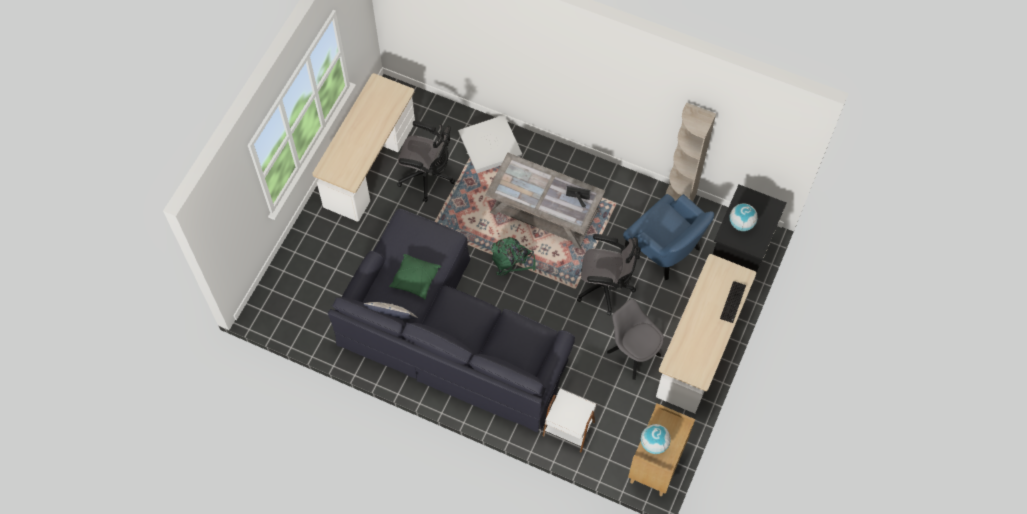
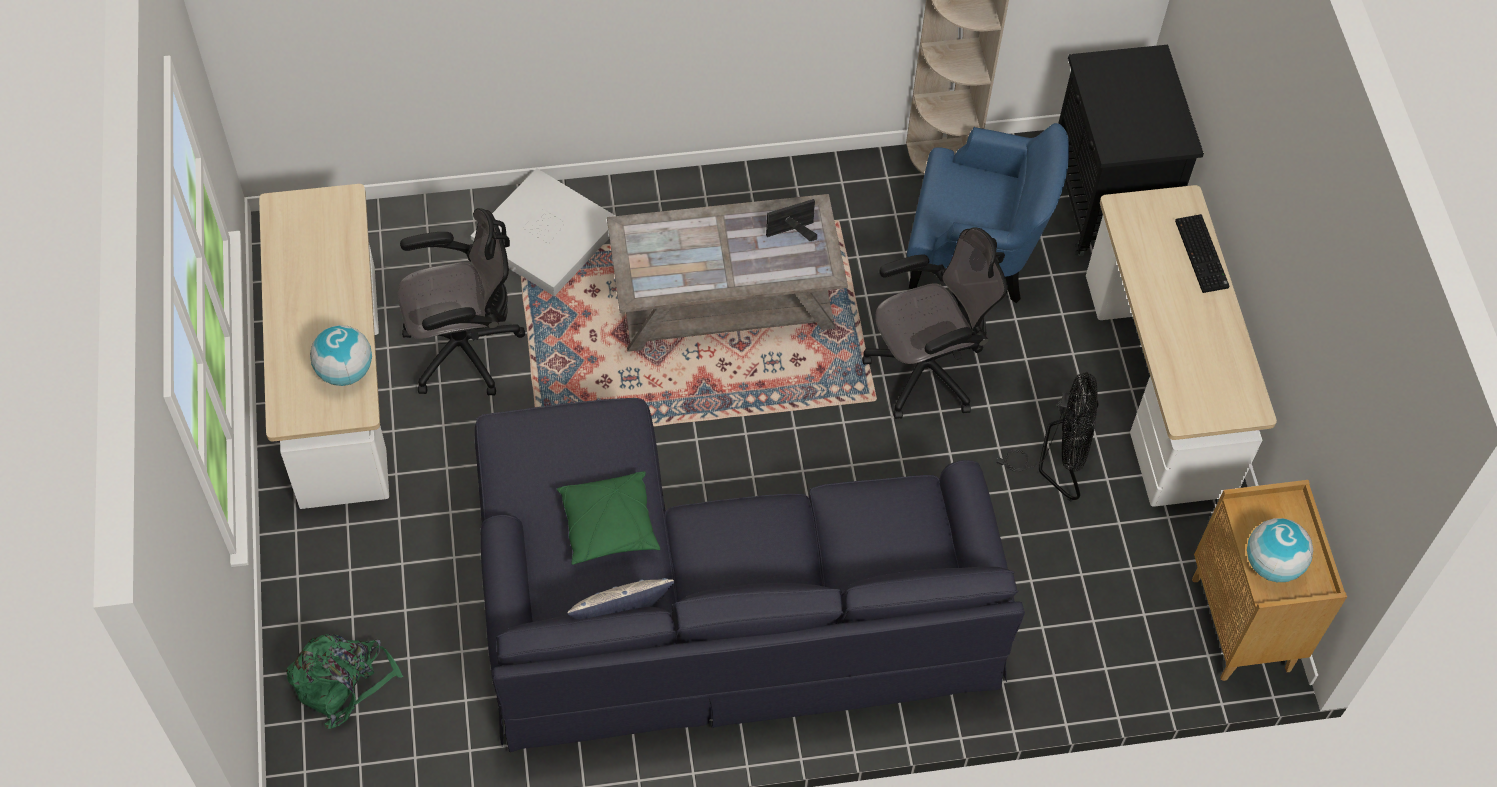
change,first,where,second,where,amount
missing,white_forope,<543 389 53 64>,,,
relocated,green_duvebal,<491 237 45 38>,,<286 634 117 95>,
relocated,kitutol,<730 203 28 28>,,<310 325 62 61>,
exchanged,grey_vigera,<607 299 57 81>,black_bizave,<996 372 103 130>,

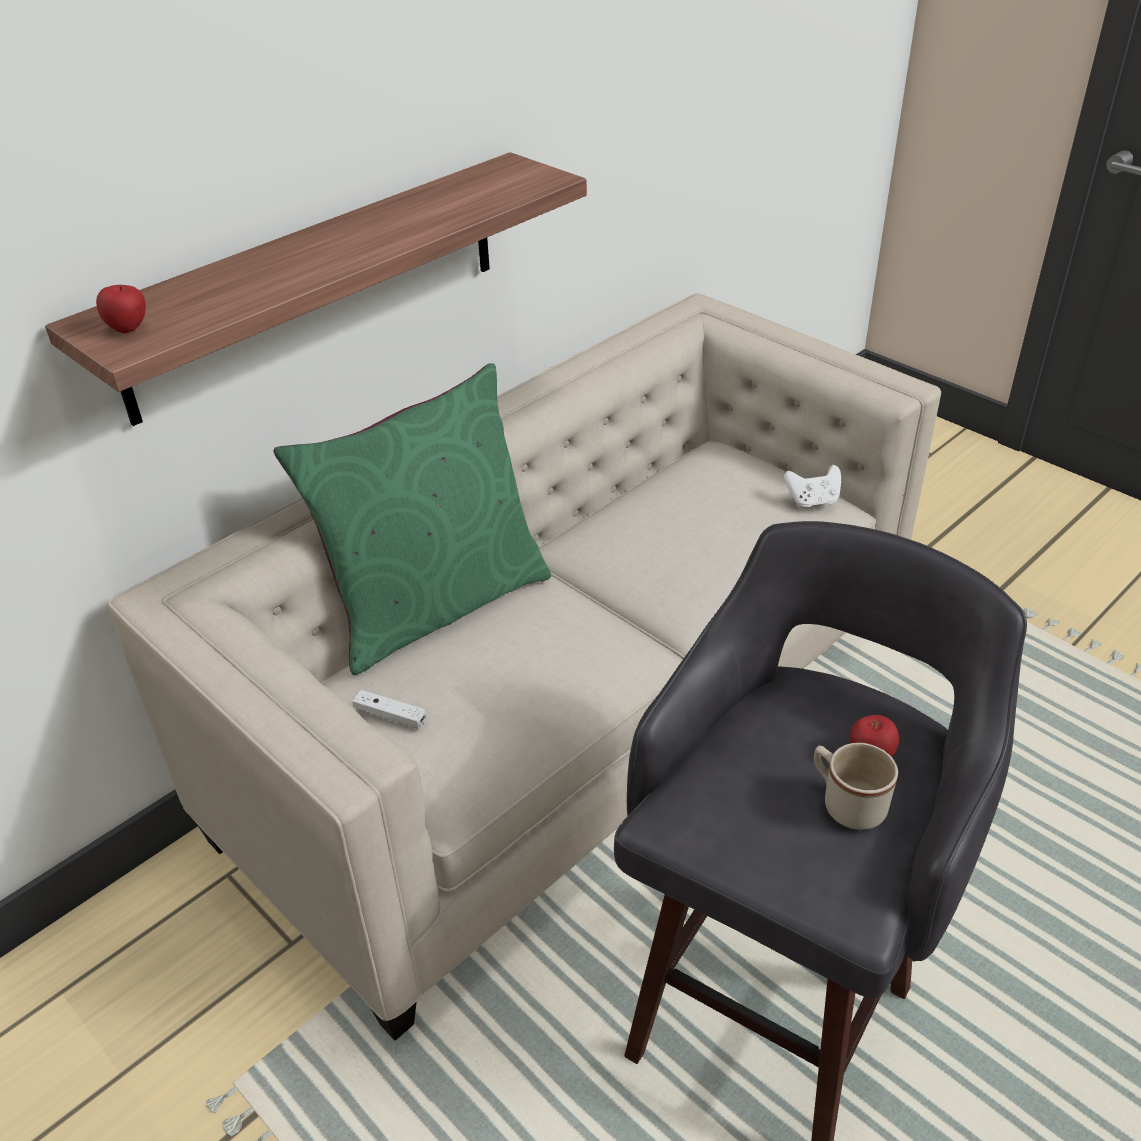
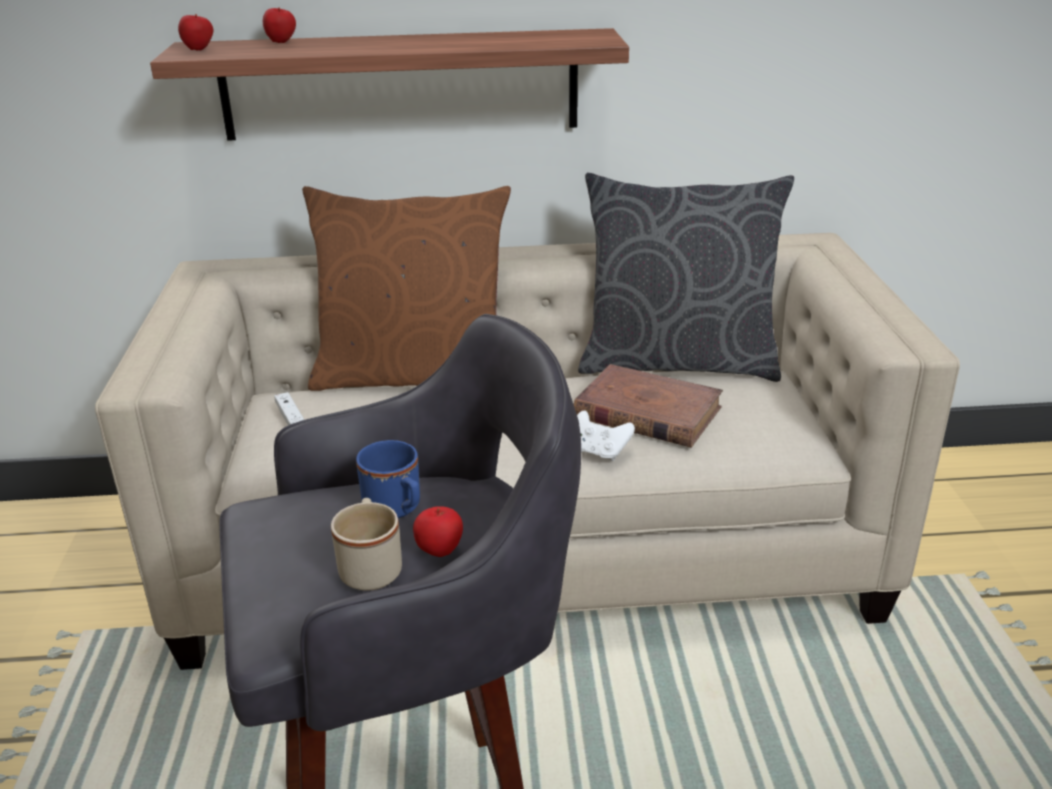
change,first,where,second,where,amount
appeared,,,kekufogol,<263 8 33 35>,
appeared,,,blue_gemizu,<356 440 64 78>,
appeared,,,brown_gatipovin,<574 364 149 84>,
appeared,,,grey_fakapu,<578 173 216 209>,
relocated,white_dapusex,<784 465 57 43>,,<577 410 58 51>,
colour,green_fakapu,<273 363 278 312>,brown_fakapu,<302 186 209 205>,

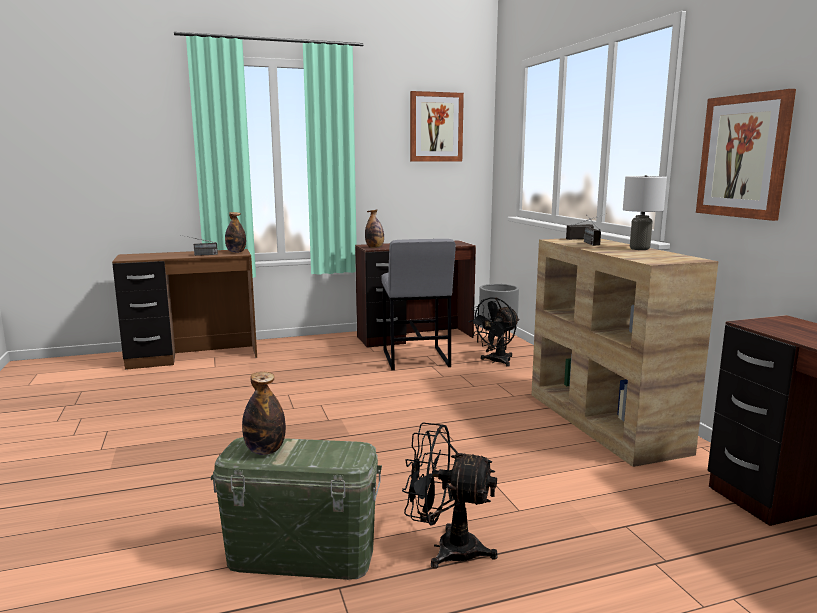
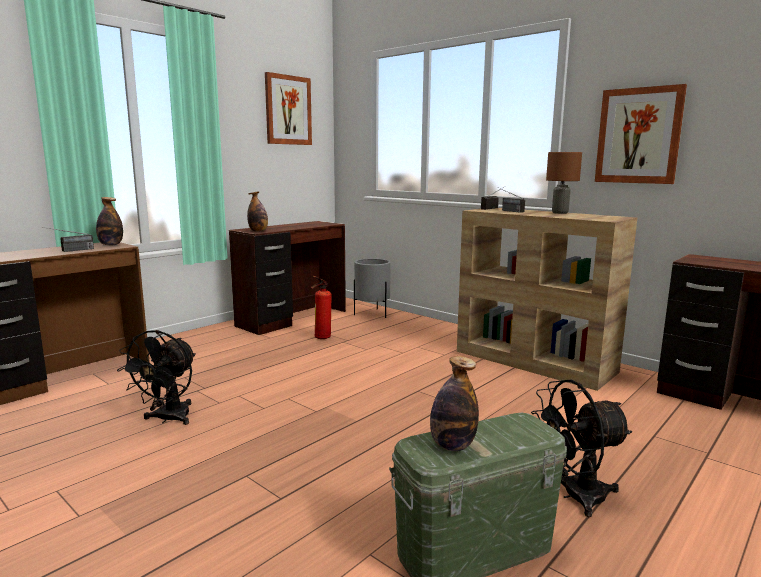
change,first,where,second,where,amount
relocated,black_bizave,<468 297 52 70>,,<117 330 79 95>,
exchanged,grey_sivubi,<381 239 75 131>,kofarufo,<311 276 21 63>,
colour,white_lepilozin,<623 175 44 75>,brown_lepilozin,<546 151 36 63>,

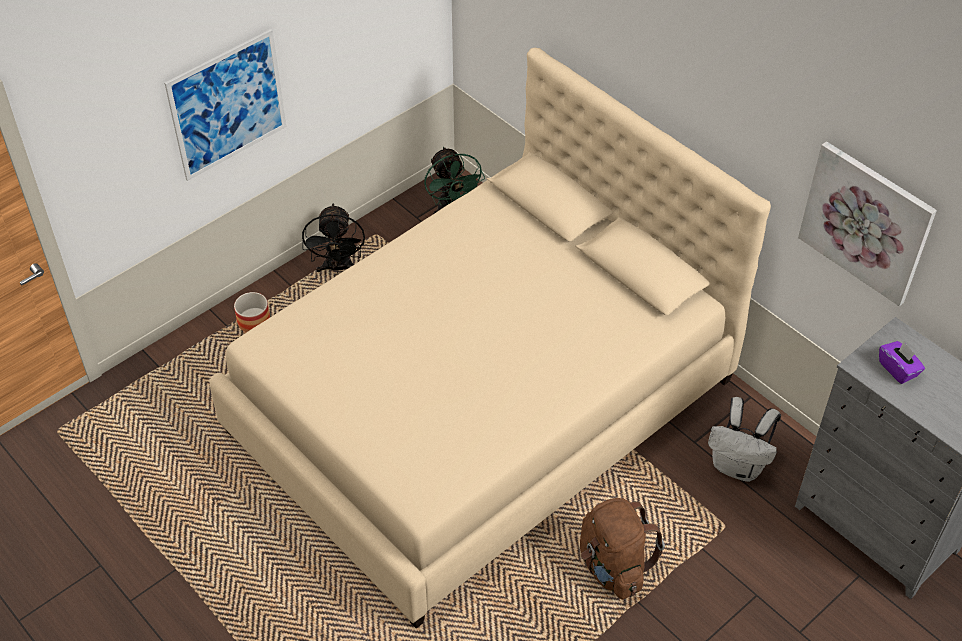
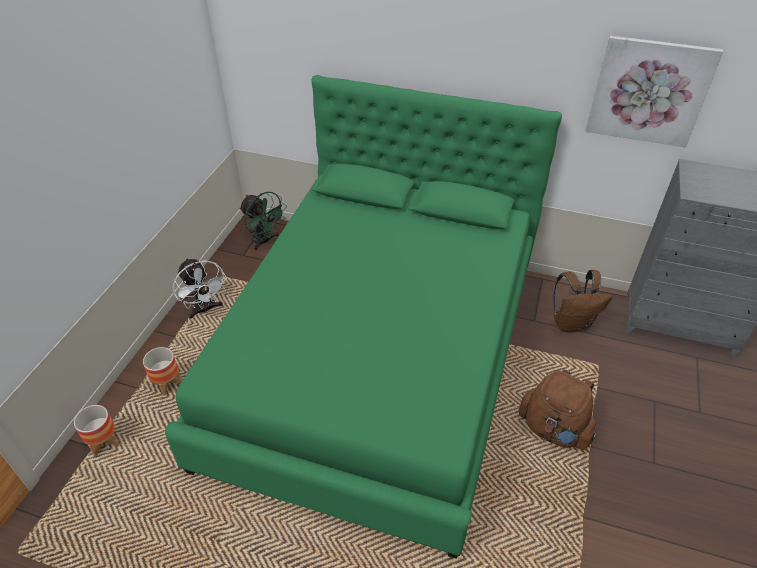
change,first,where,second,where,amount
missing,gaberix,<164 29 122 152>,,,
missing,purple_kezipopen,<879 341 46 43>,,,
appeared,,,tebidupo,<74 405 45 51>,
colour,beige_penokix,<209 48 562 580>,green_penokix,<165 75 397 484>,
colour,black_bizave,<302 203 63 71>,white_bizave,<173 258 54 61>,
colour,white_duvebal,<708 397 73 85>,brown_duvebal,<553 270 59 62>,

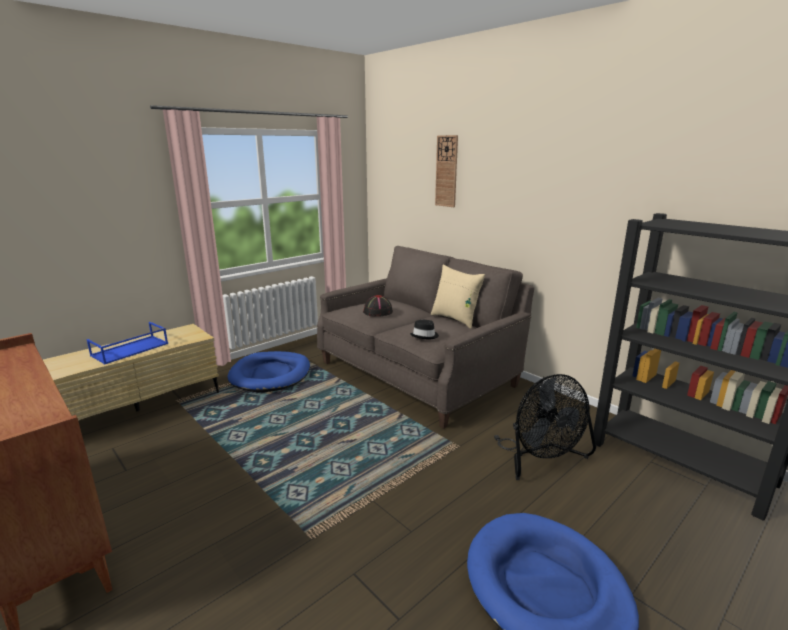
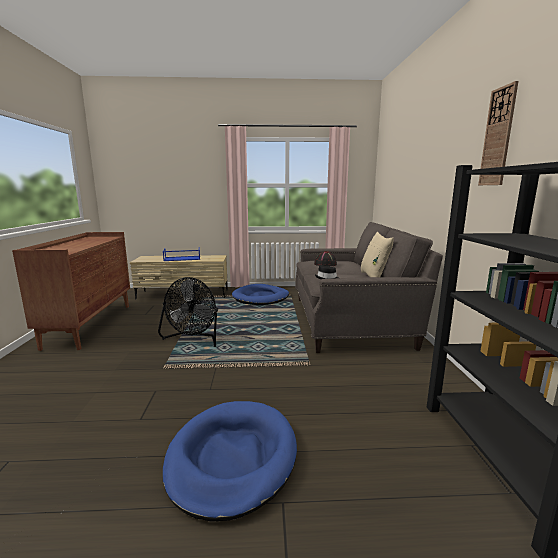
change,first,where,second,where,amount
relocated,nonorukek,<435 135 23 72>,,<478 81 40 104>,
relocated,black_bizave,<494 374 102 106>,,<158 277 60 70>,

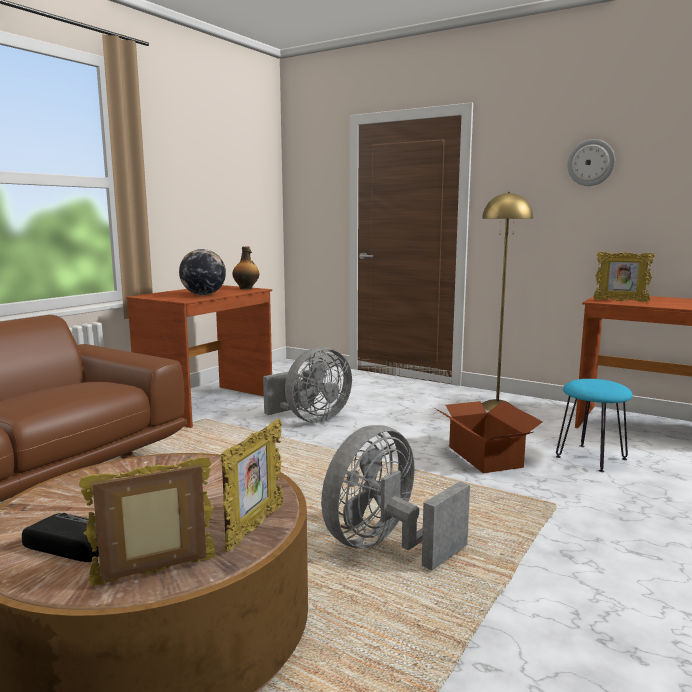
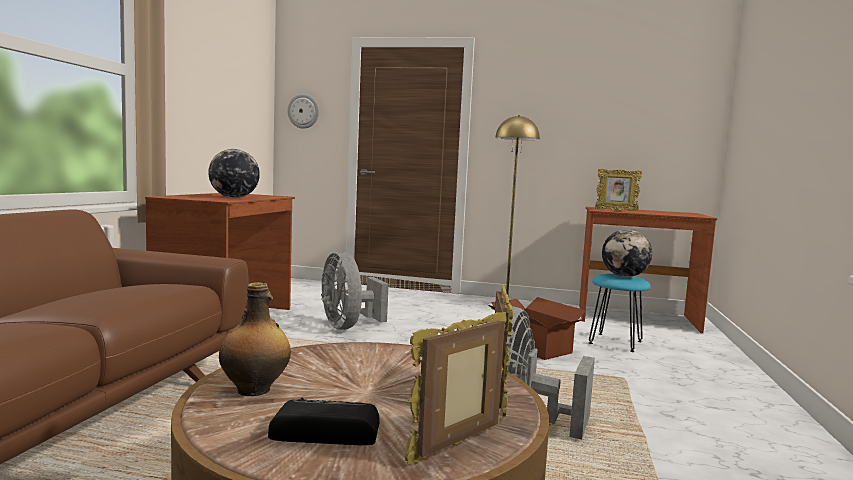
change,first,where,second,where,amount
appeared,,,kitutol,<602 229 50 48>,
relocated,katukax,<232 246 27 43>,,<219 282 72 114>,
relocated,nonorukek,<567 139 48 47>,,<288 94 31 35>,
spun,grey_bizave,<263 347 89 76>,,<321 251 68 79>,120 degrees clockwise

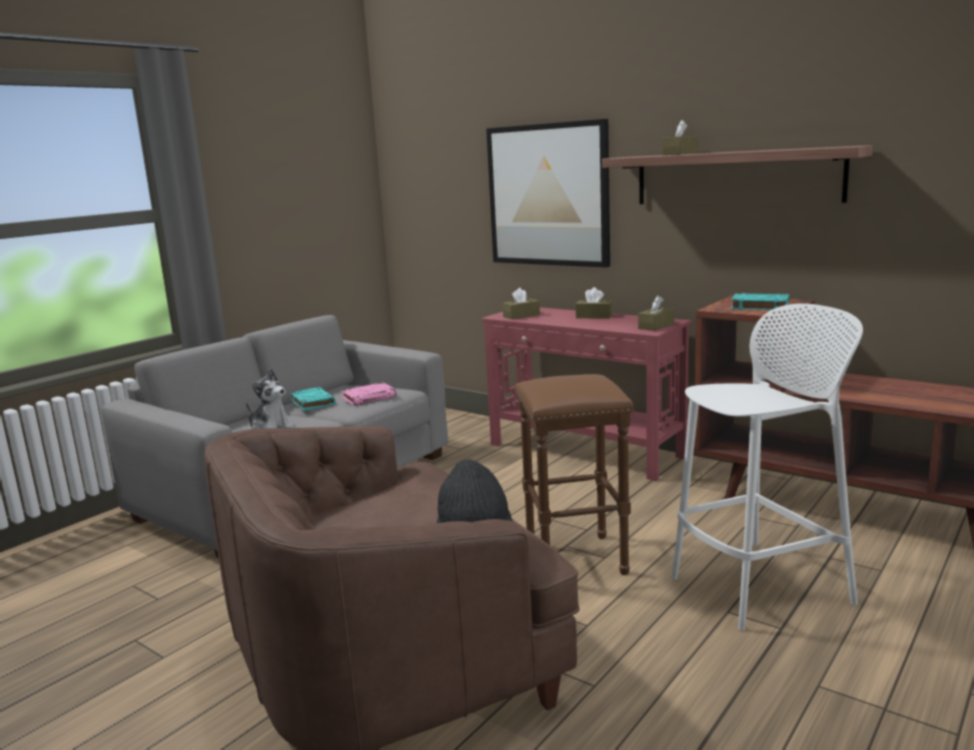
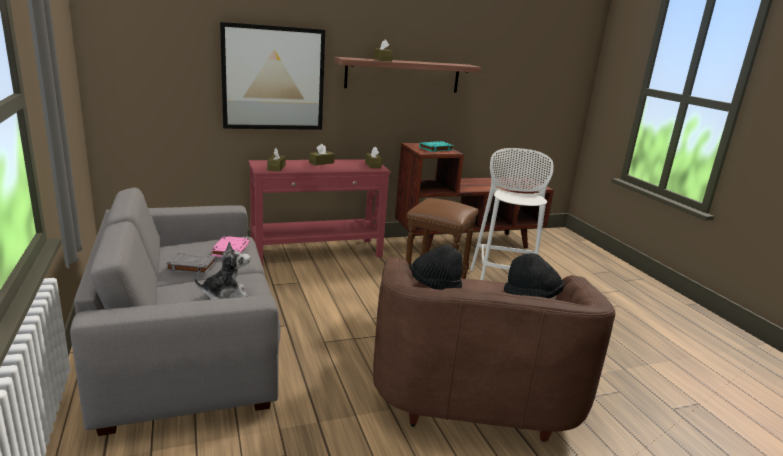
change,first,where,second,where,amount
appeared,,,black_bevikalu,<409 244 53 46>,
colour,turquoise_gatipovin,<290 387 46 24>,grey_gatipovin,<166 253 51 21>,

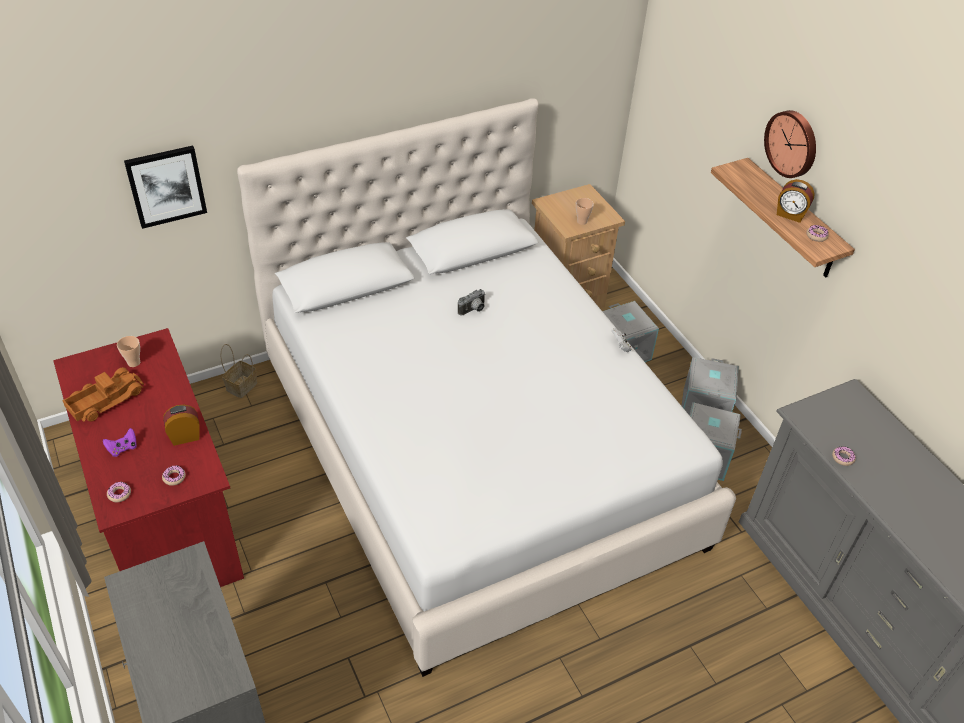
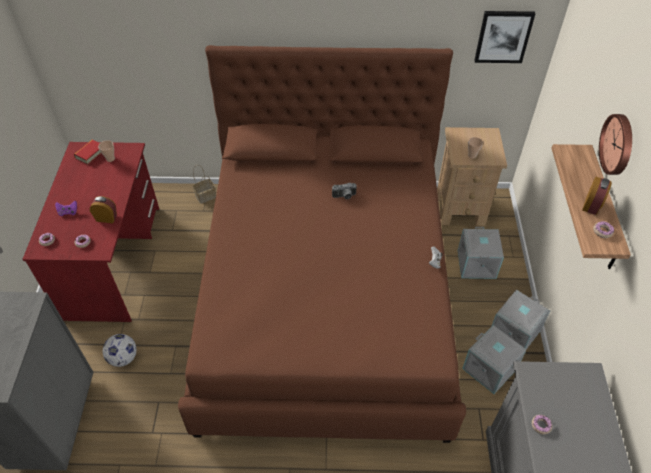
change,first,where,second,where,amount
missing,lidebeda,<62 367 82 55>,,,
appeared,,,gatipovin,<74 139 28 26>,
appeared,,,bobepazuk,<103 334 34 33>,
relocated,gaberix,<124 146 83 83>,,<474 11 61 52>,
colour,white_penokix,<237 98 499 579>,brown_penokix,<178 45 288 398>,
spun,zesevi,<777 179 38 44>,,<582 177 30 38>,120 degrees counterclockwise

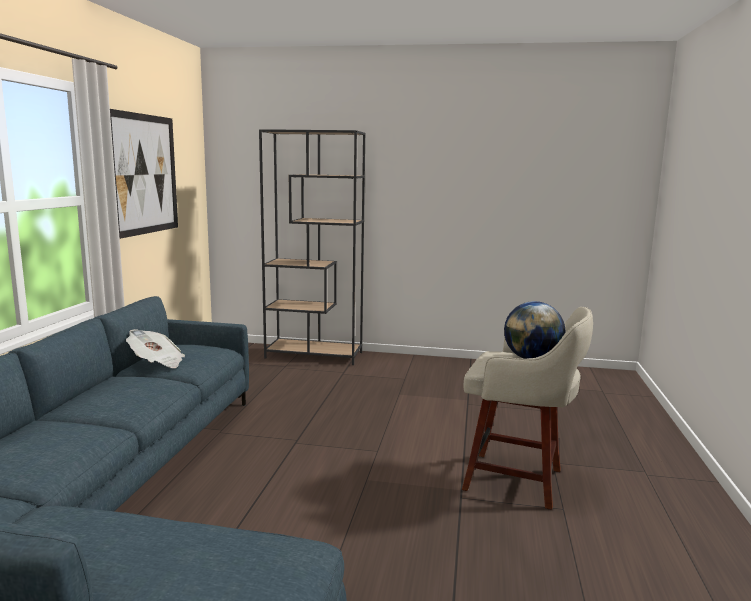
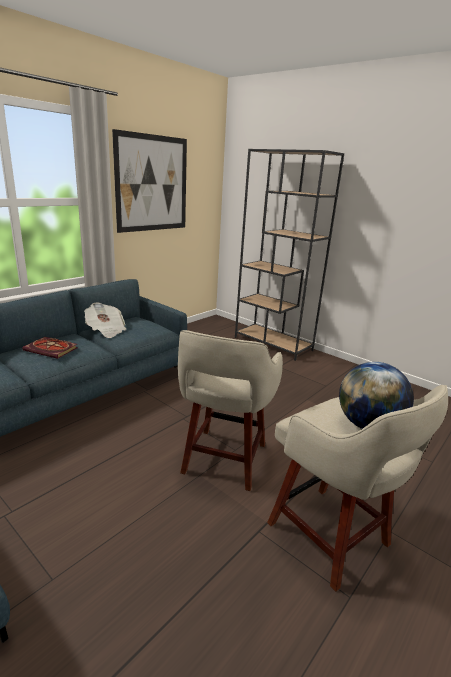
change,first,where,second,where,amount
appeared,,,gatipovin,<22 337 56 22>,
appeared,,,beige_sivubi,<178 330 105 161>,

